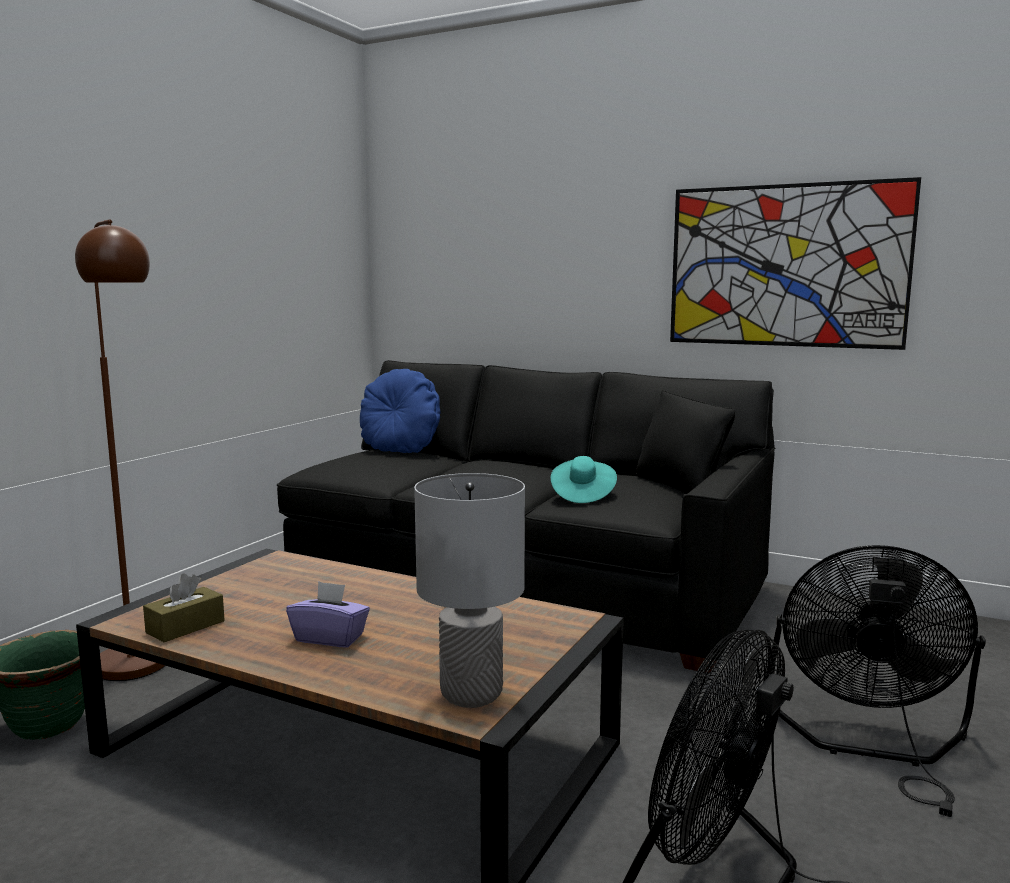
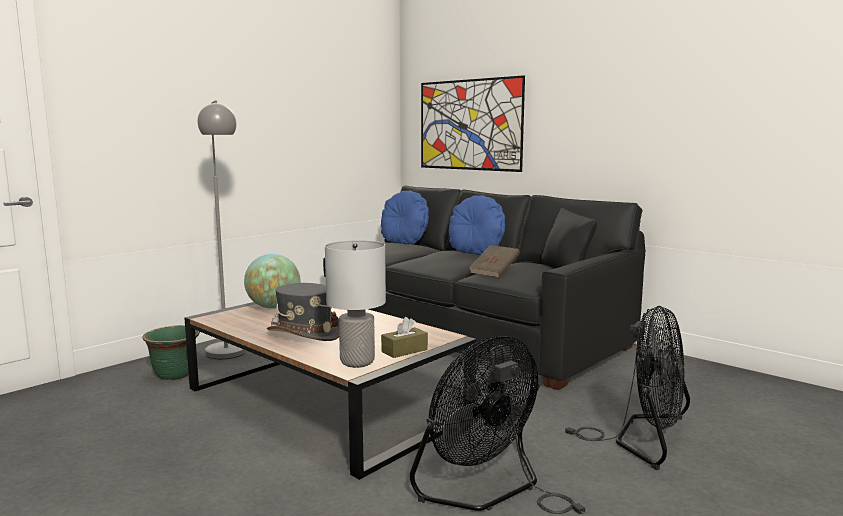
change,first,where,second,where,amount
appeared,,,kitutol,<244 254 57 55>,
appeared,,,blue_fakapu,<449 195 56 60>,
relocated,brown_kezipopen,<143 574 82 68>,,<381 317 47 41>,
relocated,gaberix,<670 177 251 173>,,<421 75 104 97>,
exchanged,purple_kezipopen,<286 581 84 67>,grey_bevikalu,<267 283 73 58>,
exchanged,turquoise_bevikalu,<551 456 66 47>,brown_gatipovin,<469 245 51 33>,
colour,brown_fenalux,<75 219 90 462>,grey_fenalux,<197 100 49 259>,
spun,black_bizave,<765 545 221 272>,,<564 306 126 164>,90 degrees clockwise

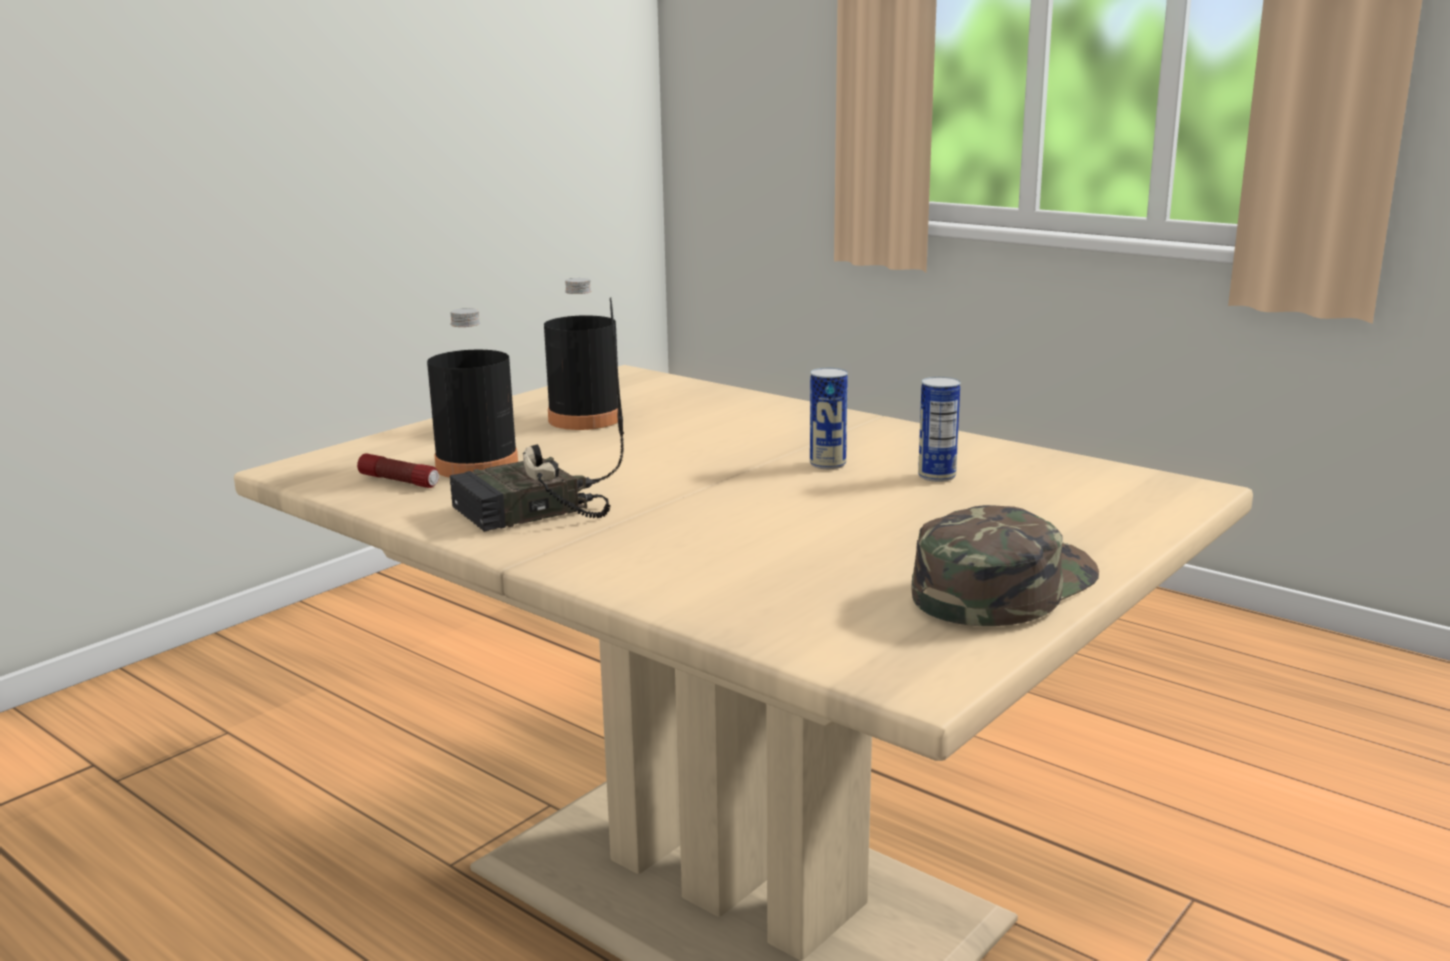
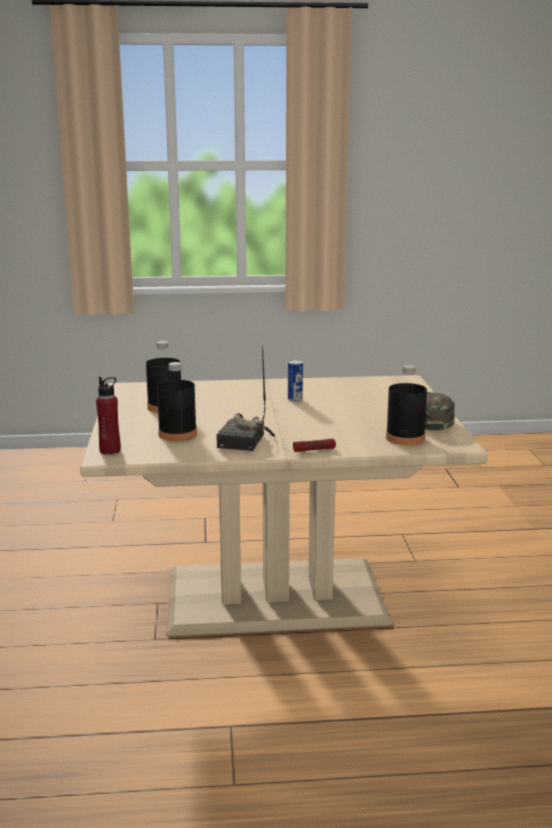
change,first,where,second,where,amount
missing,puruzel,<918 377 43 105>,,,
appeared,,,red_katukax,<96 377 25 78>,
appeared,,,black_katukax,<386 365 41 80>,
relocated,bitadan,<357 453 82 35>,,<293 439 43 13>,

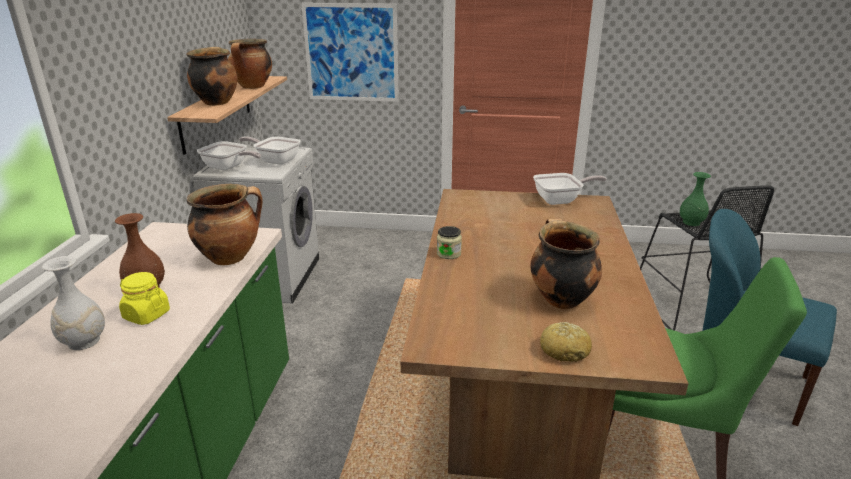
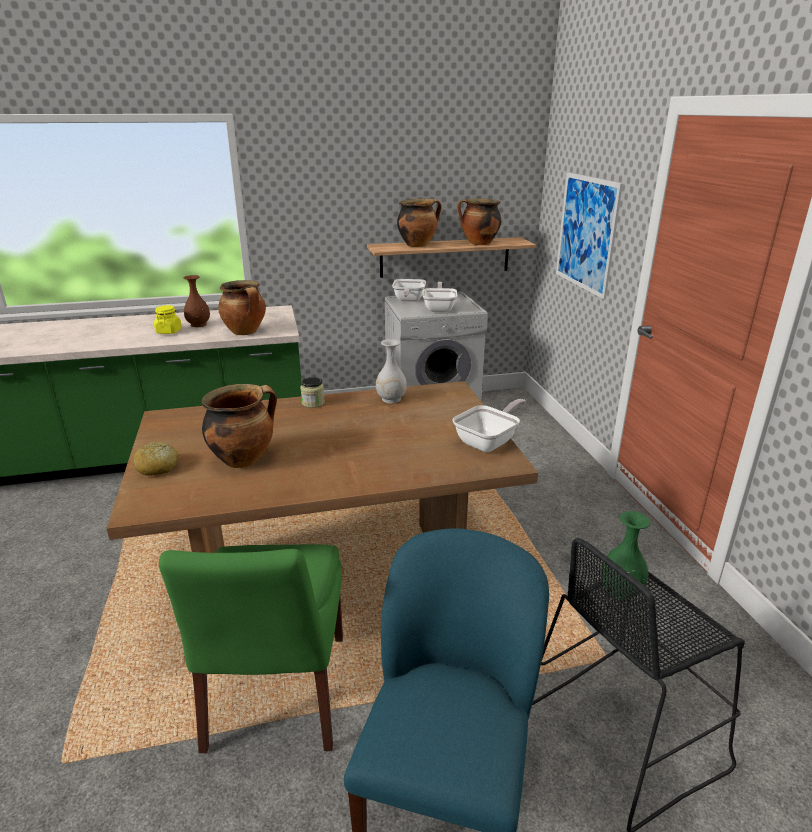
change,first,where,second,where,amount
relocated,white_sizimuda,<42 256 63 94>,,<376 339 31 64>,
spun,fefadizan,<533 173 74 32>,,<452 399 74 53>,105 degrees counterclockwise

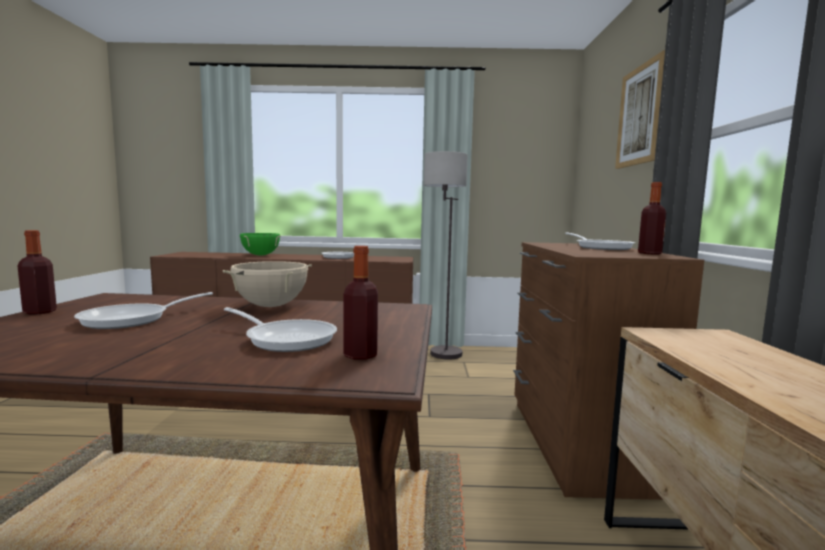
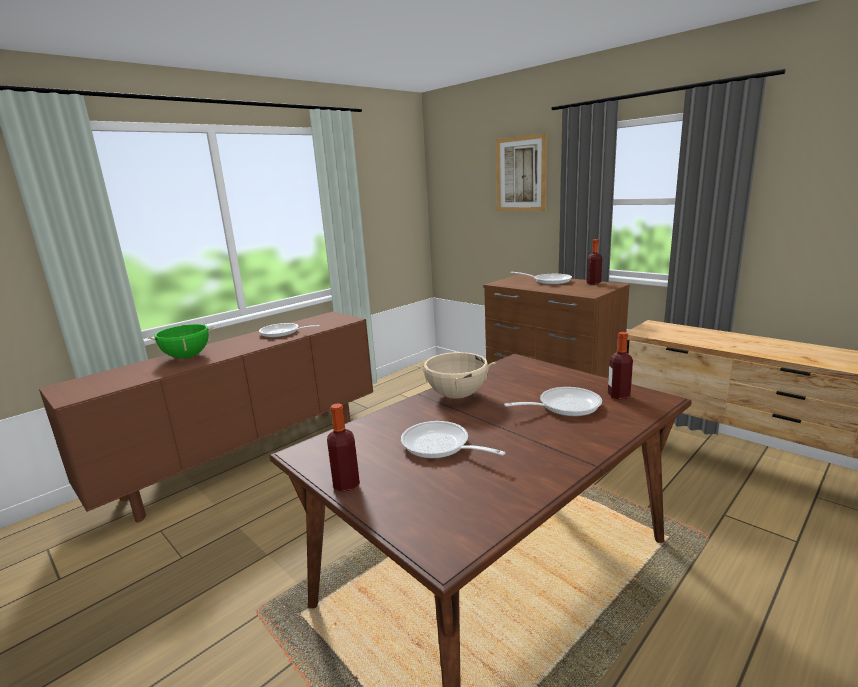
change,first,where,second,where,amount
missing,grey_fenalux,<424 151 44 209>,,,
spun,fefadizan,<74 292 139 37>,,<401 421 104 38>,135 degrees clockwise

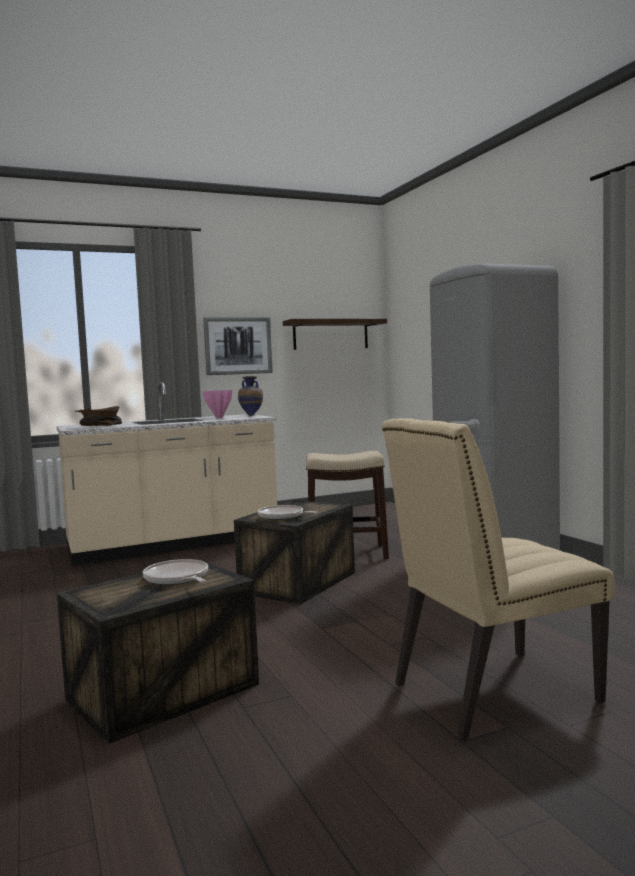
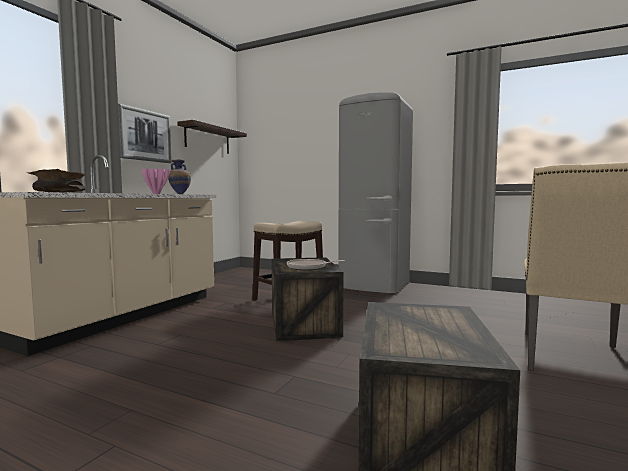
change,first,where,second,where,amount
missing,fefadizan,<143 559 65 26>,,,

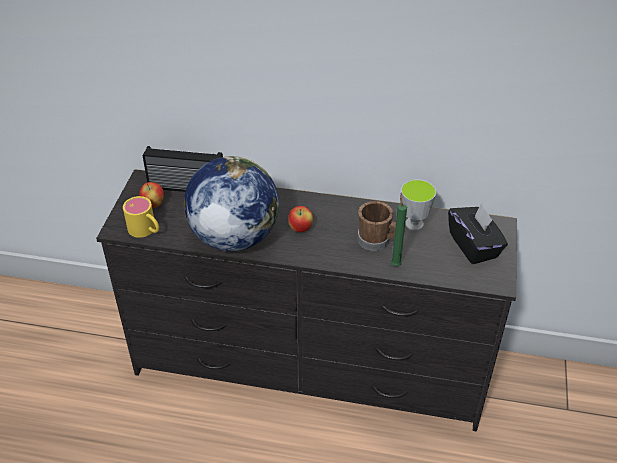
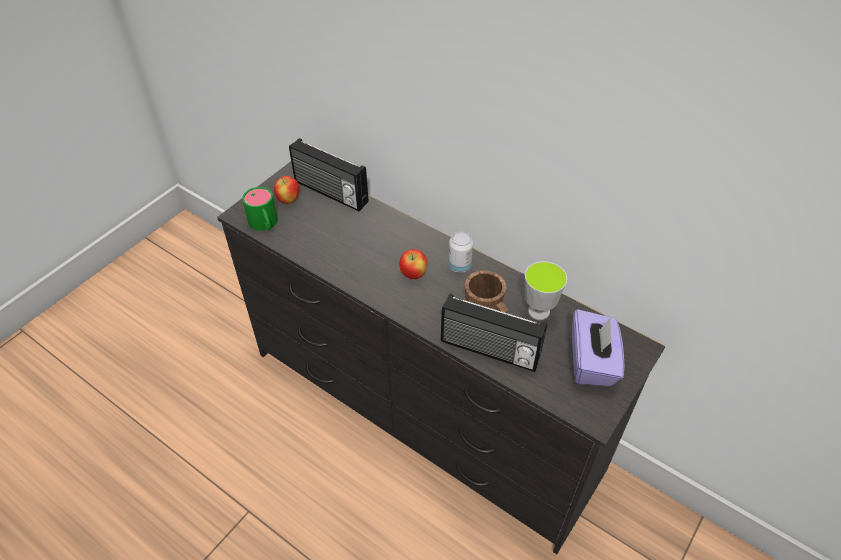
change,first,where,second,where,amount
missing,kitutol,<184 156 95 95>,,,
appeared,,,puruzel,<448 231 25 42>,
exchanged,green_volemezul,<391 194 16 72>,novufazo,<441 293 106 79>,
colour,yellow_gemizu,<123 196 36 42>,green_gemizu,<242 187 36 44>,
colour,black_kezipopen,<448 203 60 61>,purple_kezipopen,<572 309 52 77>,

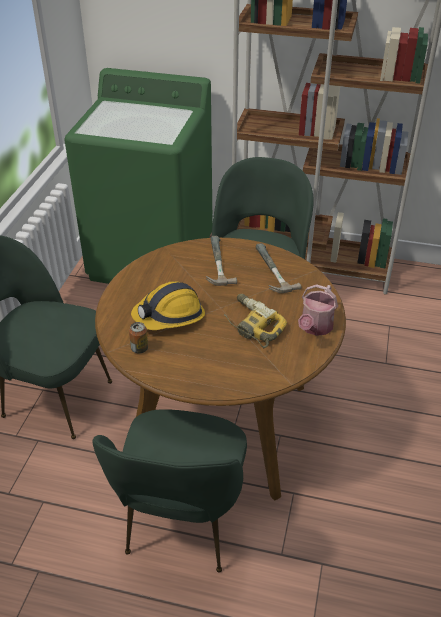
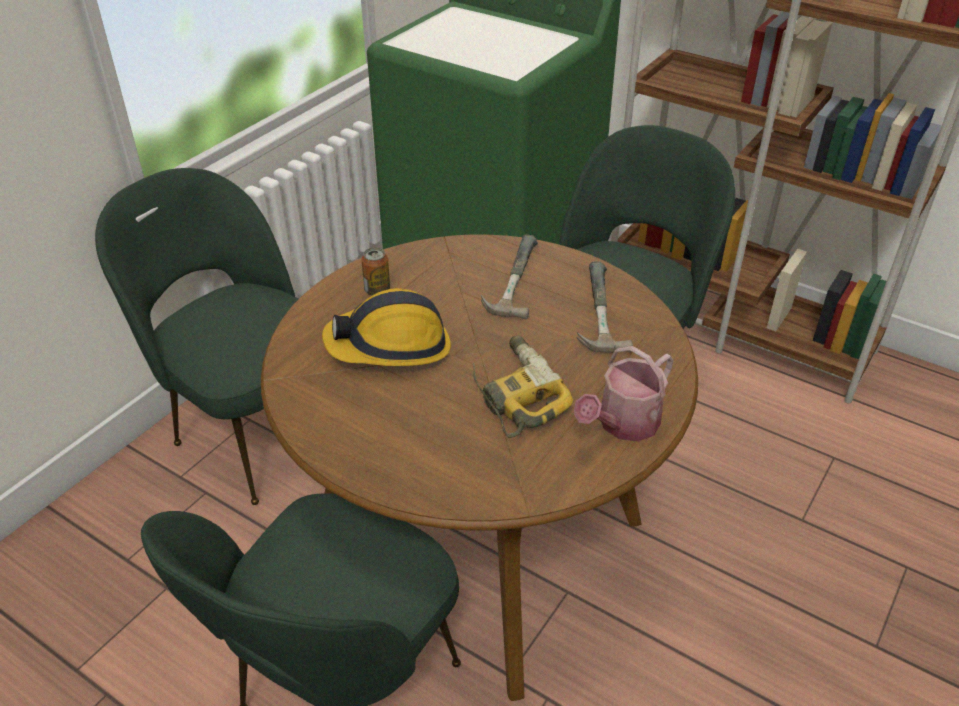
change,first,where,second,where,amount
relocated,puruzel,<129 322 19 32>,,<362 247 28 49>,

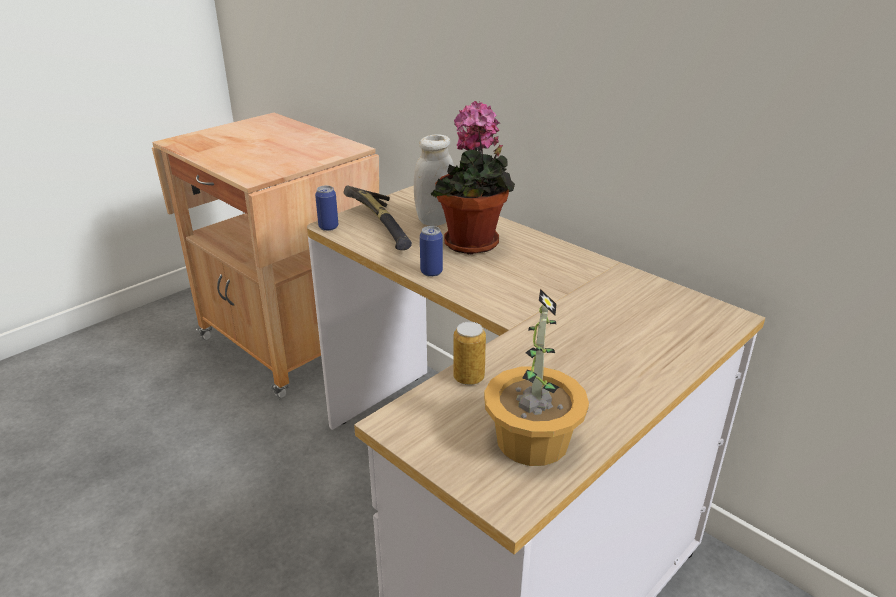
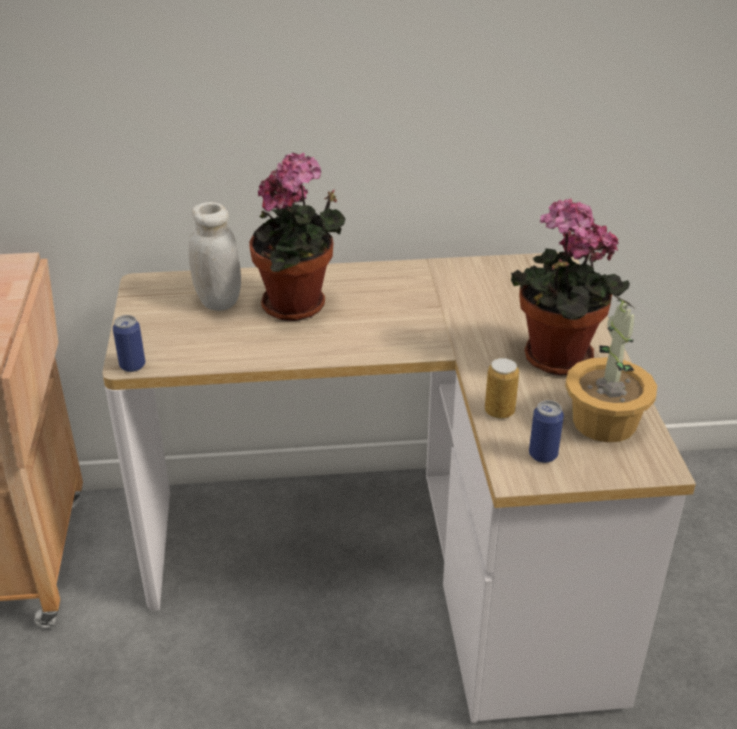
change,first,where,second,where,amount
missing,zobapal,<343 185 69 65>,,,
appeared,,,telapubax,<511 198 119 178>,
relocated,puruzel,<420 226 23 51>,,<529 400 35 63>,

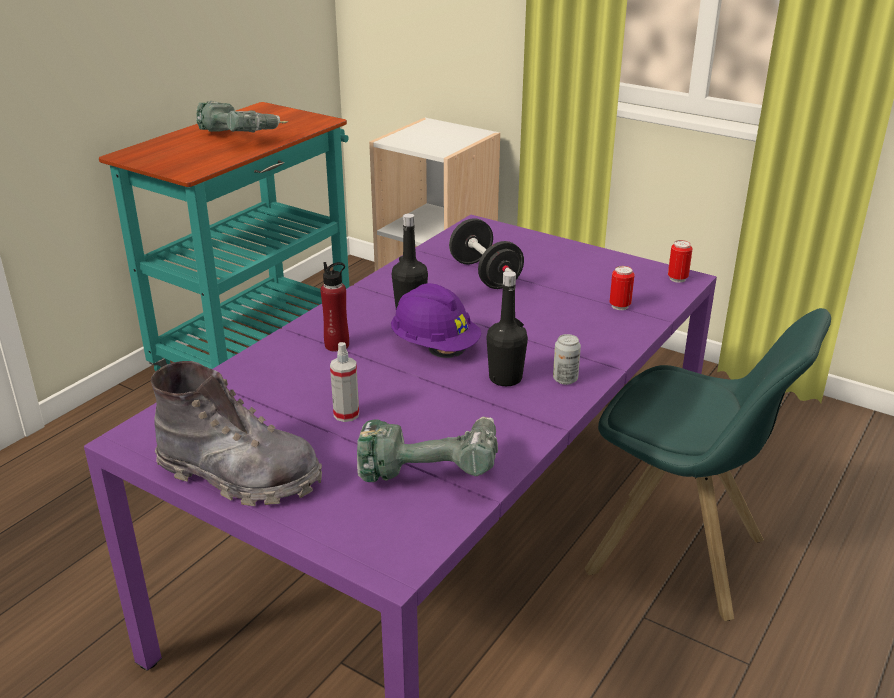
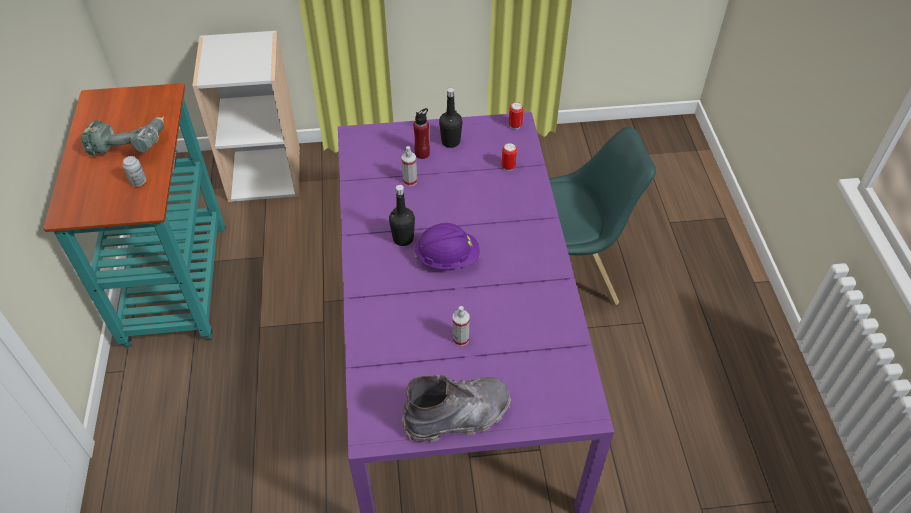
change,first,where,second,where,amount
missing,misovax,<357 416 141 66>,,,
relocated,red_katukax,<321 262 28 90>,,<413 108 17 51>,
relocated,black_katukax,<487 271 41 115>,,<439 88 24 60>,
relocated,puruzel,<553 334 28 51>,,<123 156 23 31>,
exchanged,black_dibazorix,<449 218 75 71>,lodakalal,<401 146 16 40>,

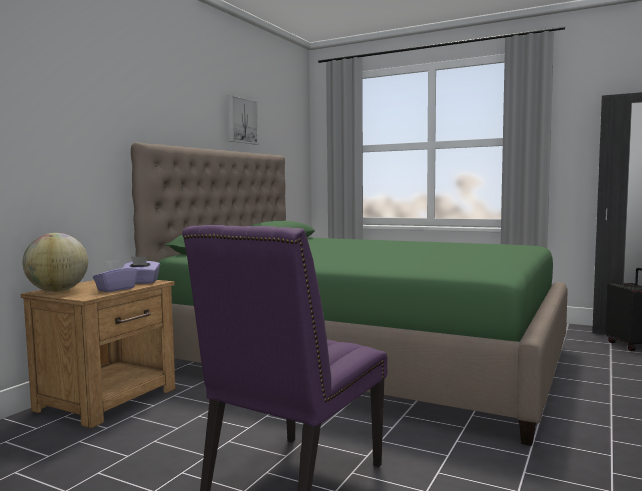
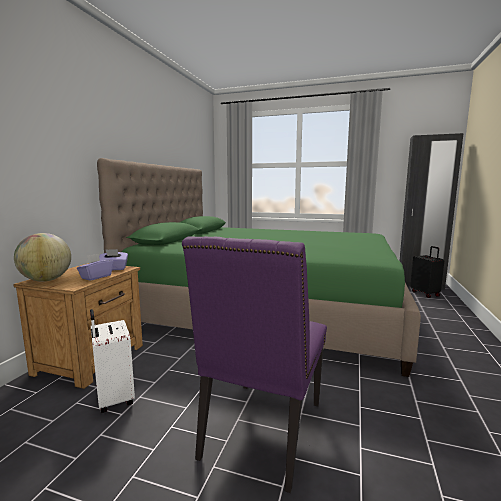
change,first,where,second,where,amount
missing,gaberix,<227 95 32 49>,,,
appeared,,,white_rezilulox,<90 309 45 104>,

